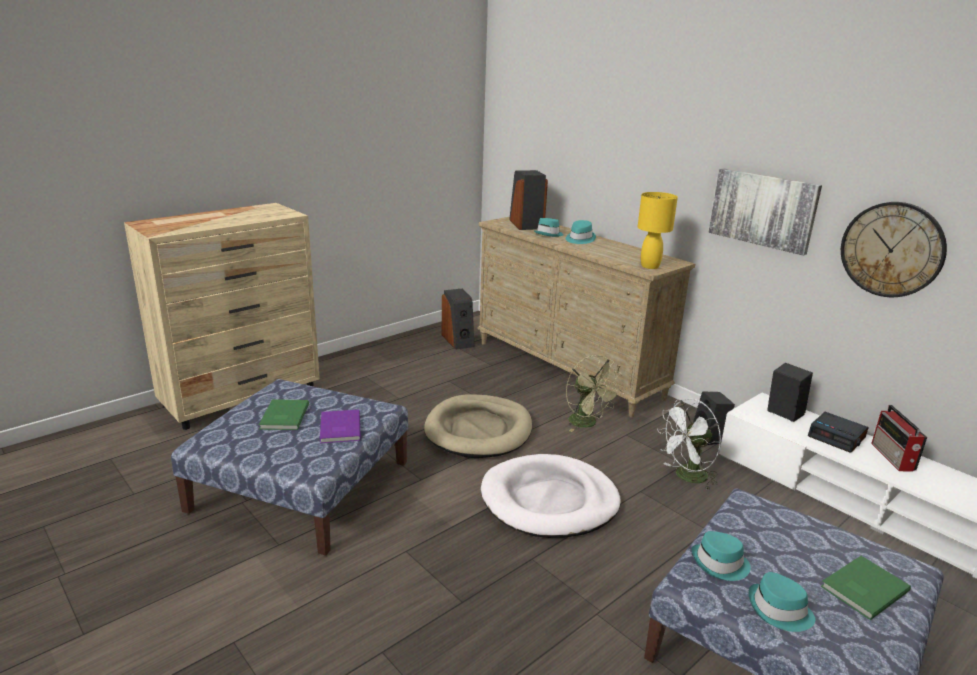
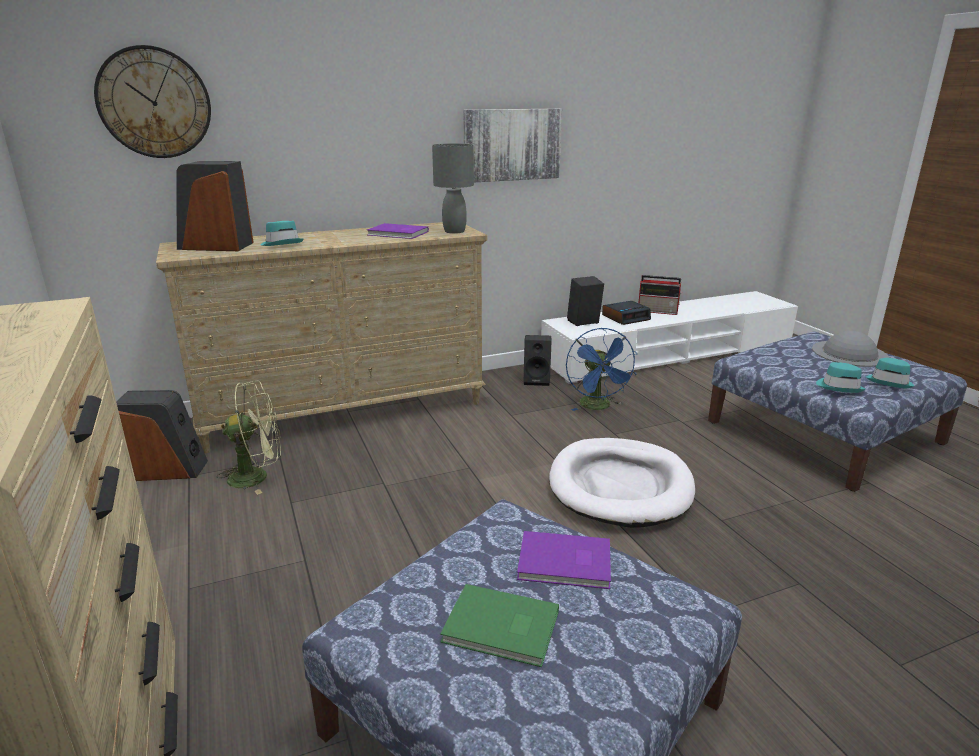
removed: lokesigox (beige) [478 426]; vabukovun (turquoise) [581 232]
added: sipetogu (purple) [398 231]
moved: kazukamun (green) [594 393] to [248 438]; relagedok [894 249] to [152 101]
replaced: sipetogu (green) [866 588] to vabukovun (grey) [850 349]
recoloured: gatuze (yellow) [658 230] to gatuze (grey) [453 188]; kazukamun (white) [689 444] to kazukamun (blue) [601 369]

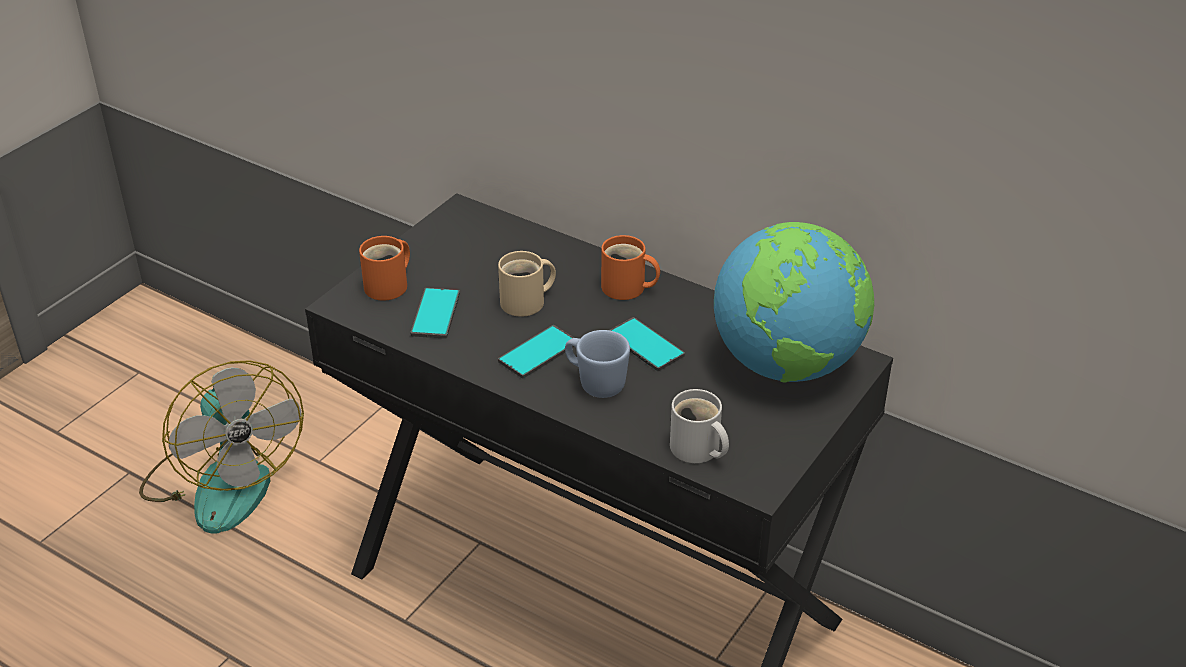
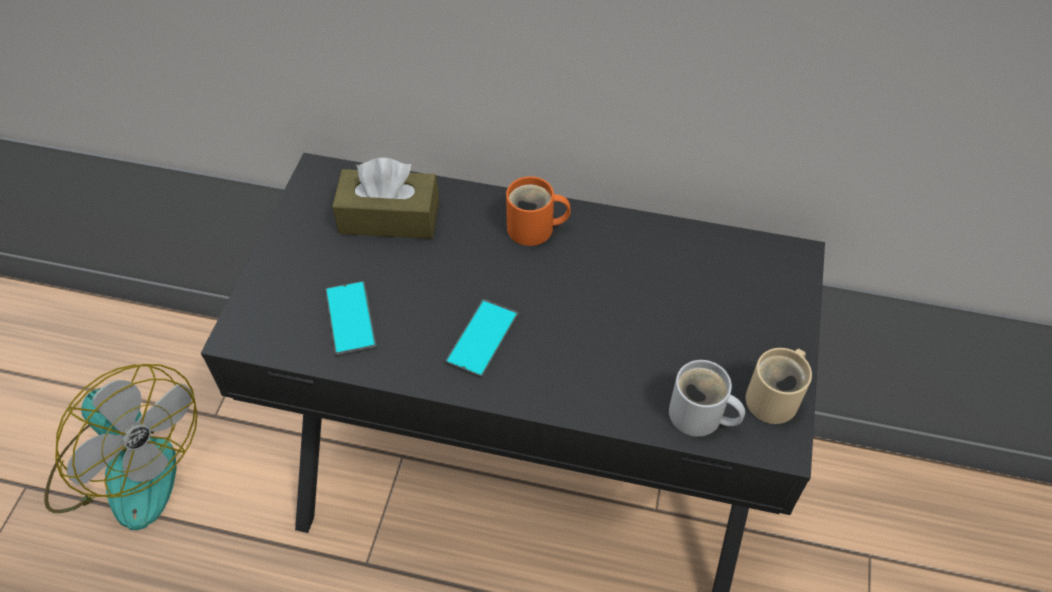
removed: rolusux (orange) [384 268]; rolusux (blue) [597 364]; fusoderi [647 344]; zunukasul [794 302]
added: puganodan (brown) [385 198]
moved: rolusux (beige) [527 284] to [779 386]

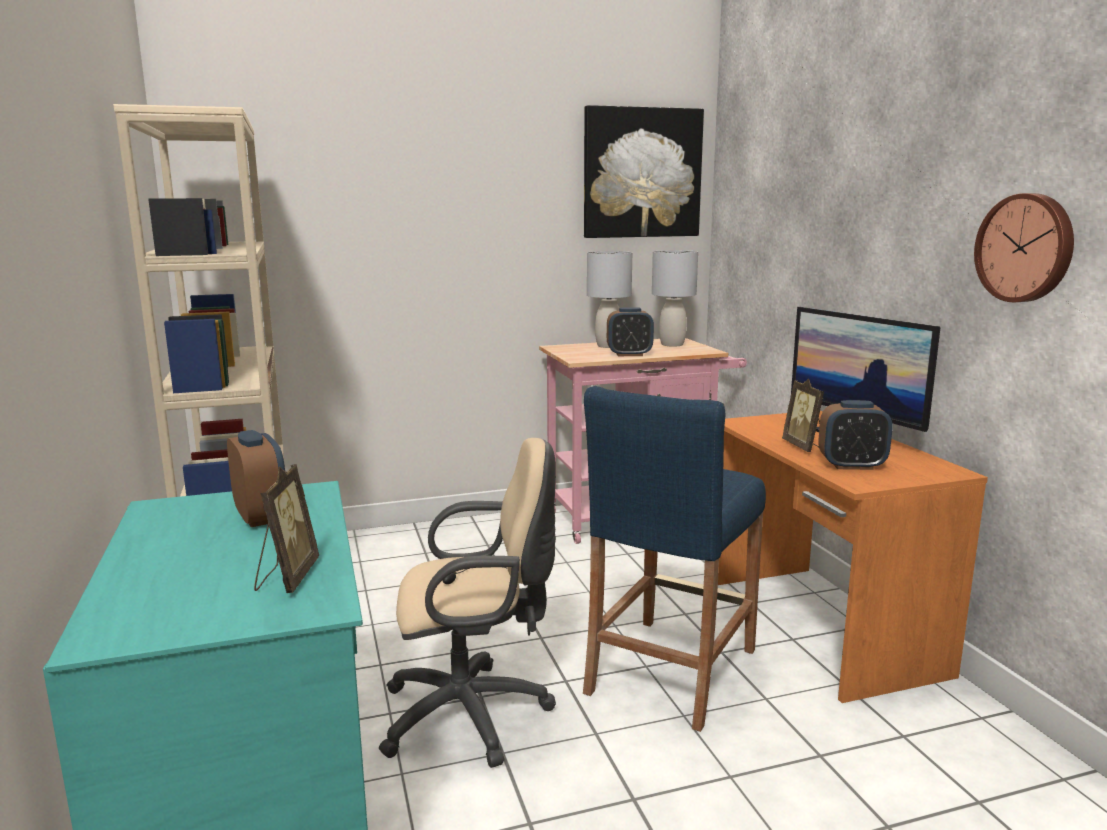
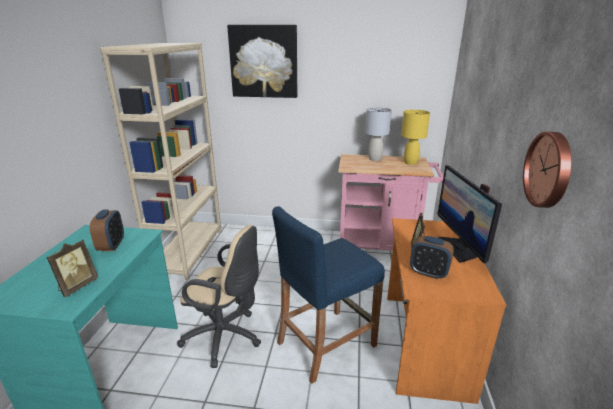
removed: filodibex [630 331]
moved: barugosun [644 171] to [262 61]
recoloured: gatuze (grey) [675 298] to gatuze (yellow) [415 137]

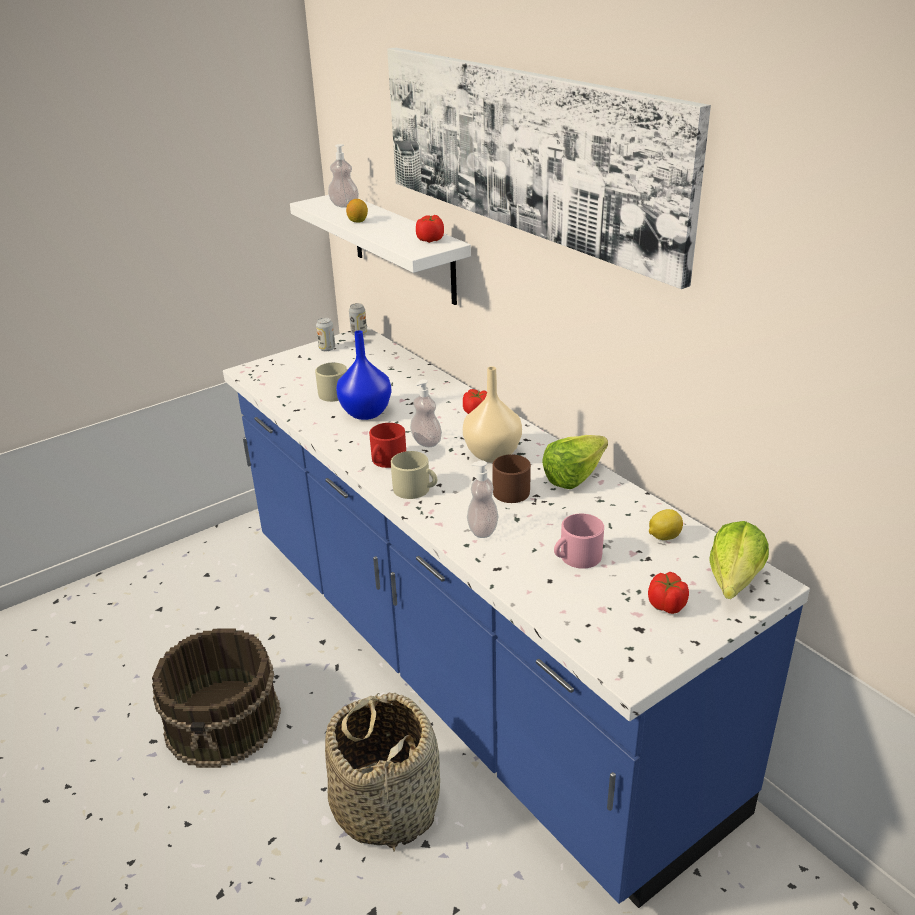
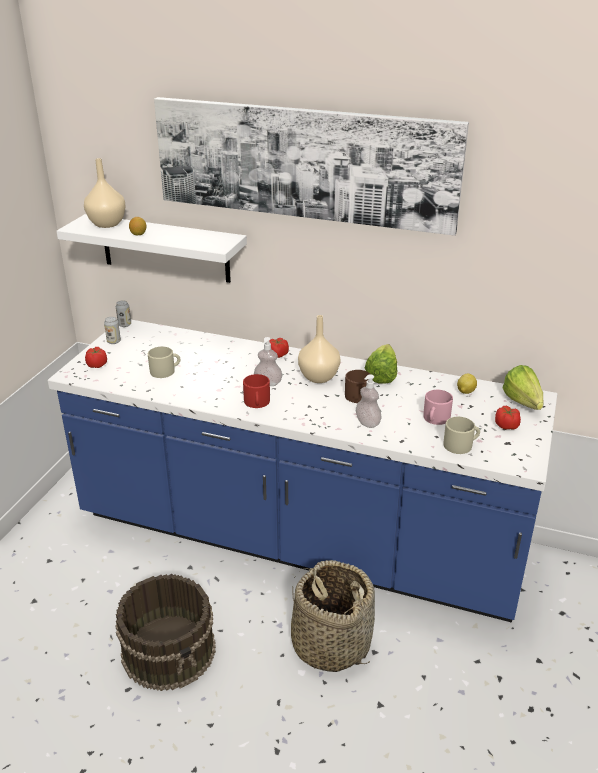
removed: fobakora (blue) [364 375]
moved: rolusux (beige) [414 475] to [462 435]; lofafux [430 229] to [96 357]
replaced: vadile [343 176] to fobakora (beige) [105 193]

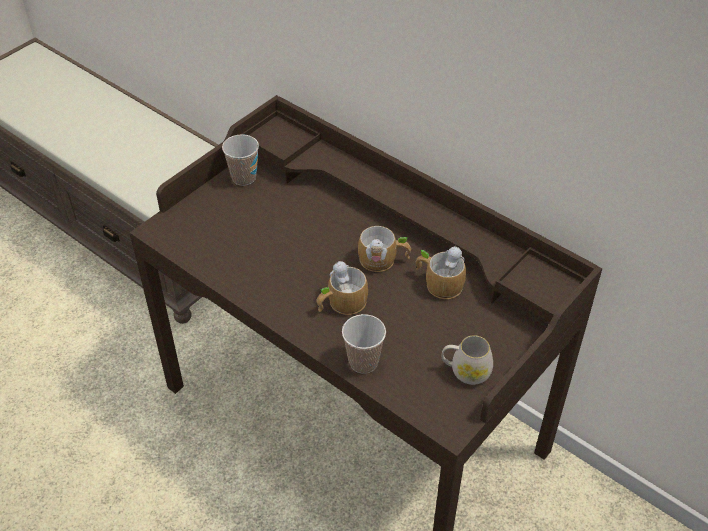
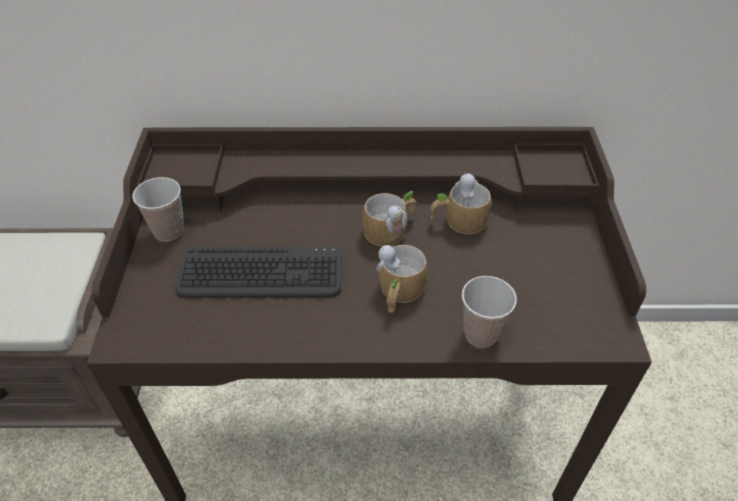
removed: rolusux (white) [467 360]
added: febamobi [259 272]

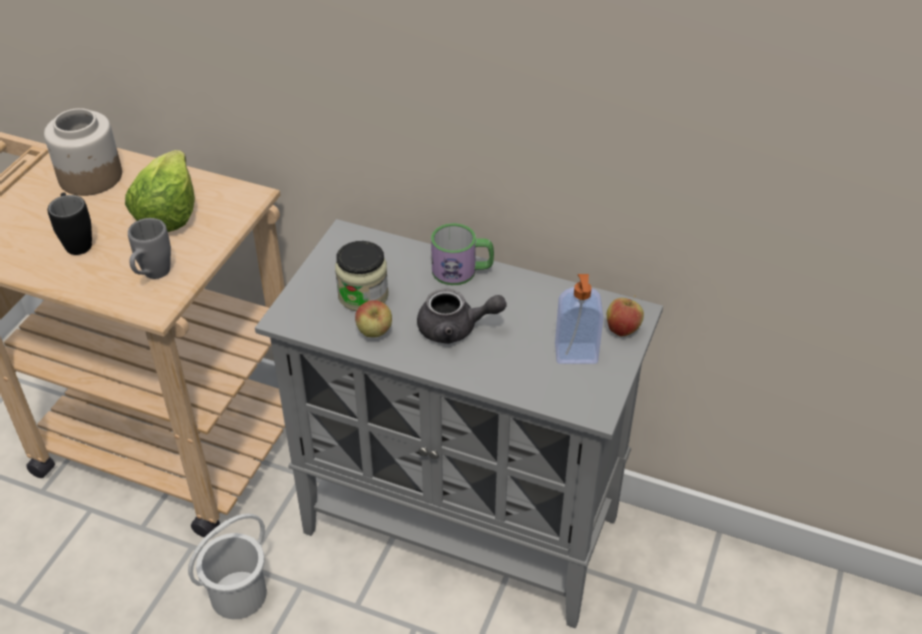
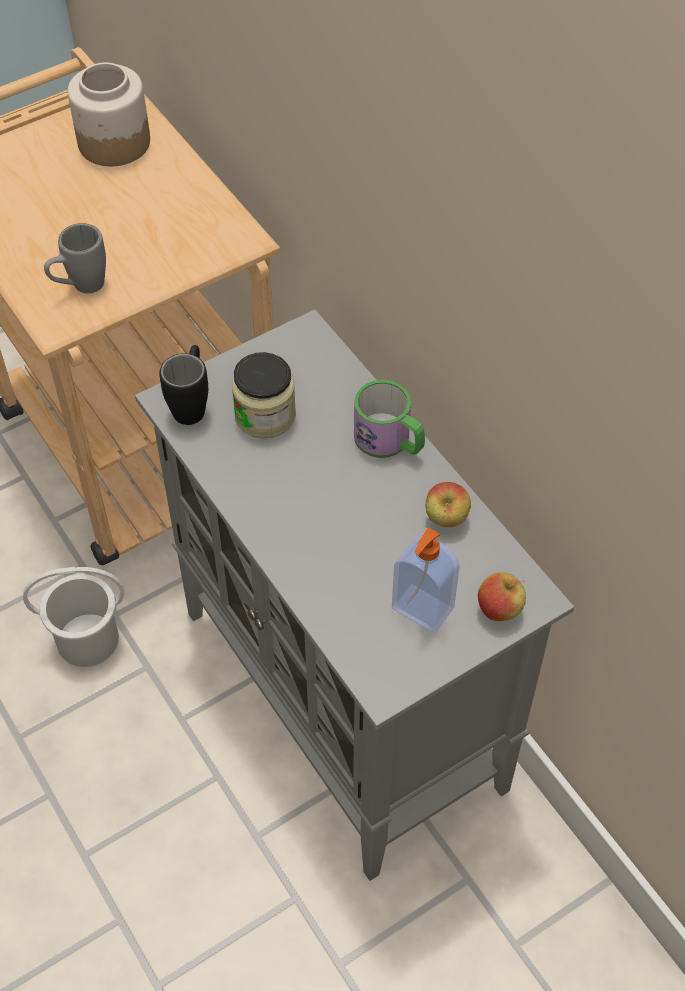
removed: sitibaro [160 191]; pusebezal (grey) [461 316]
moved: rolusux (black) [70 224] to [183 385]; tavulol [373 318] to [448 504]

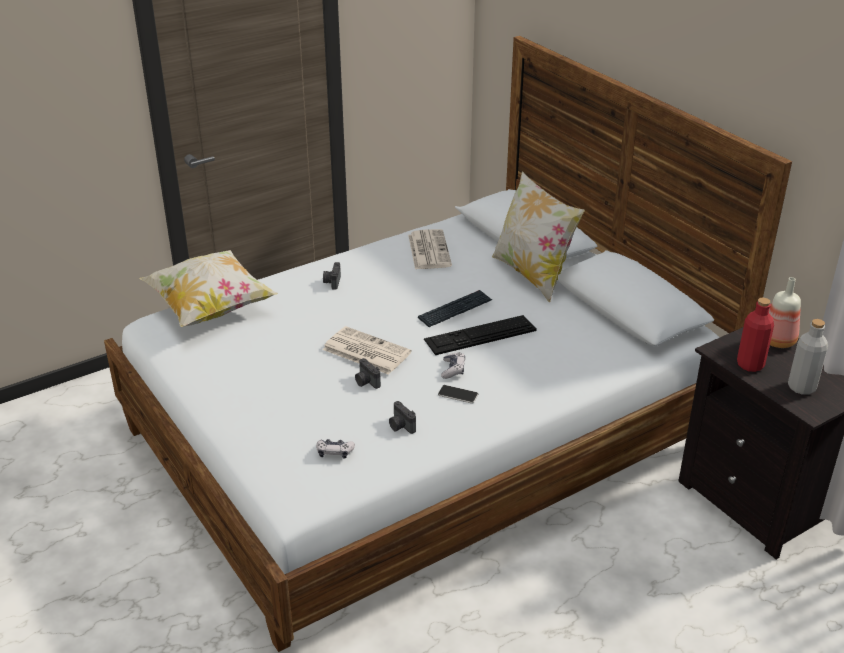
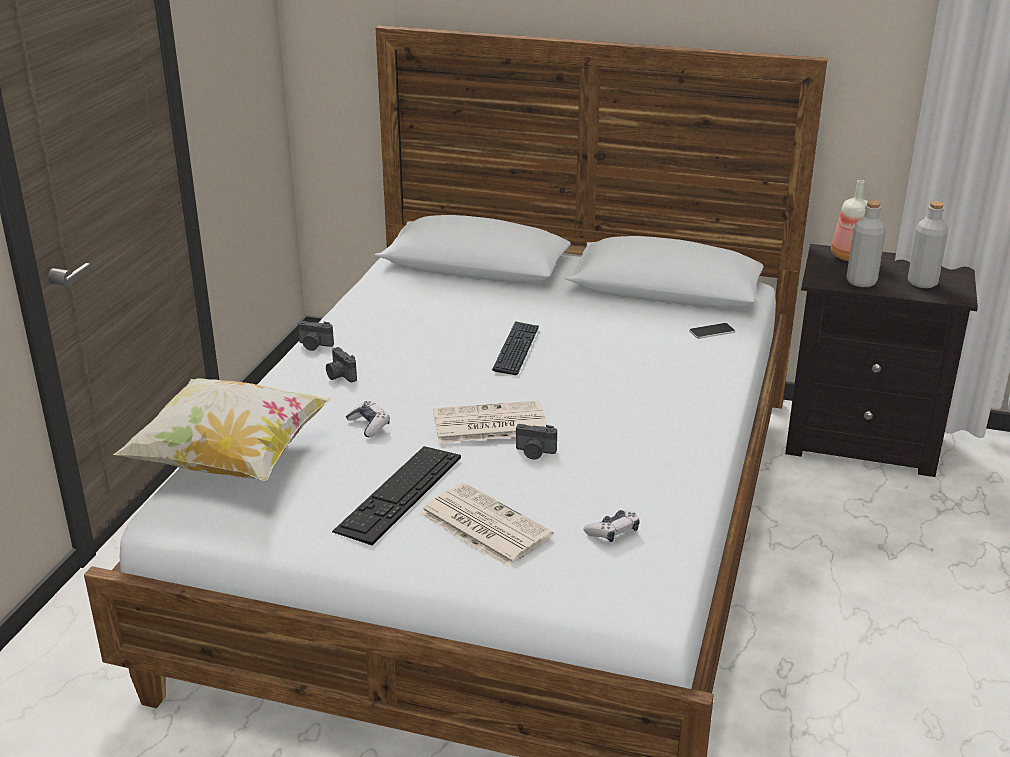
removed: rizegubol [538 236]
moved: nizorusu [402 417] to [316 336]; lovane [430 249] to [486 525]; febamobi [480 335] to [396 495]; fusoderi [458 394] to [712 331]; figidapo [453 365] to [368 419]
recoloured: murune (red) [755 335] to murune (grey) [866 243]

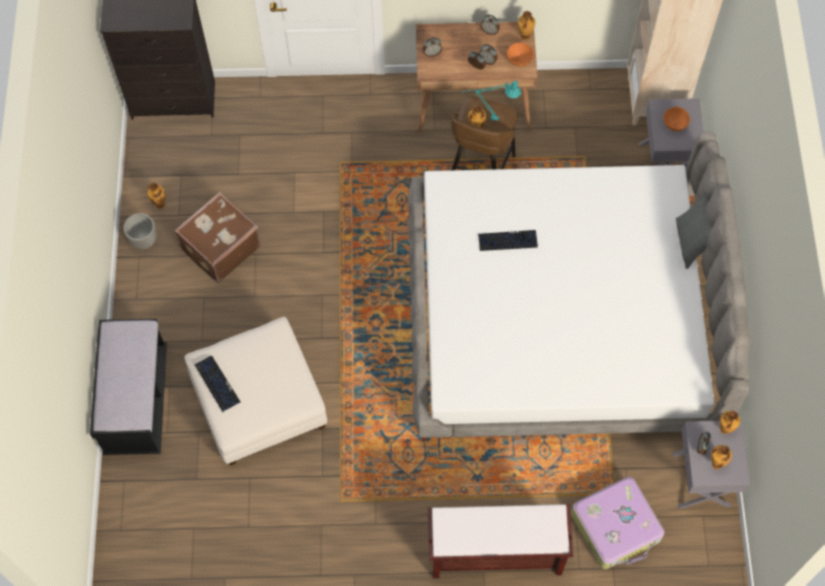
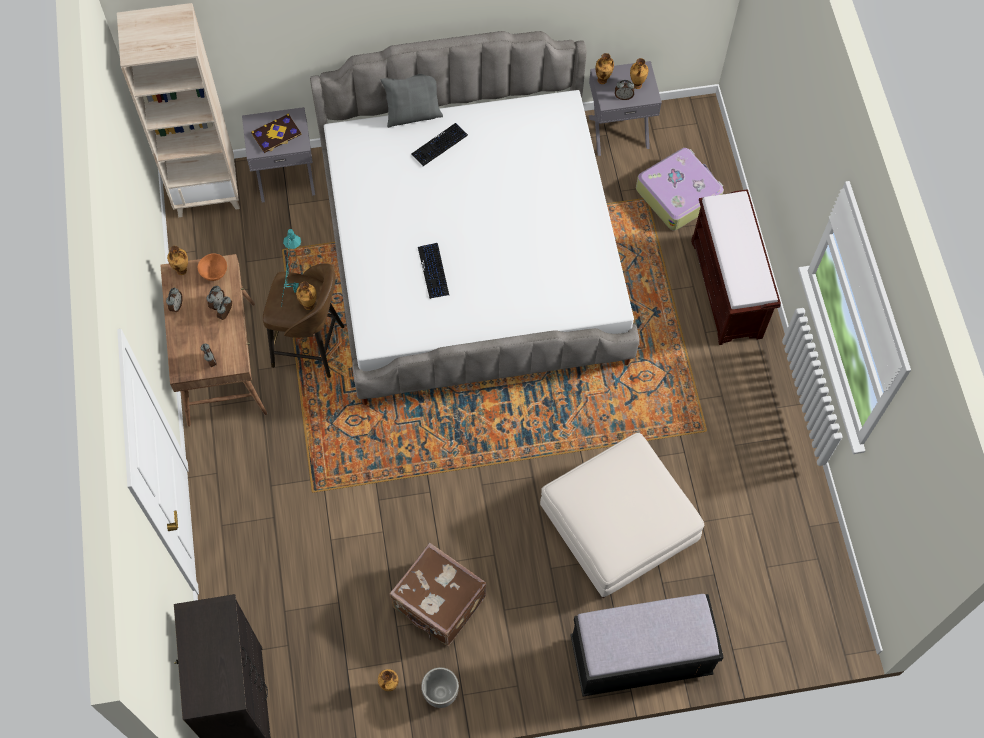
moved: febamobi [217 384] to [439 144]
replaced: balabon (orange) [676 119] to sipetogu [276 133]

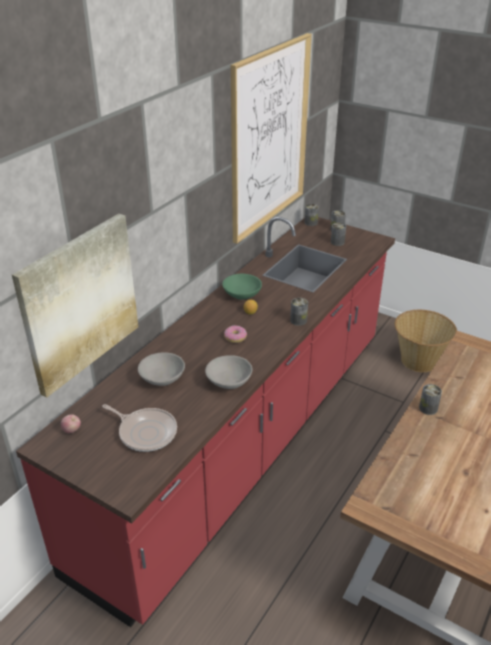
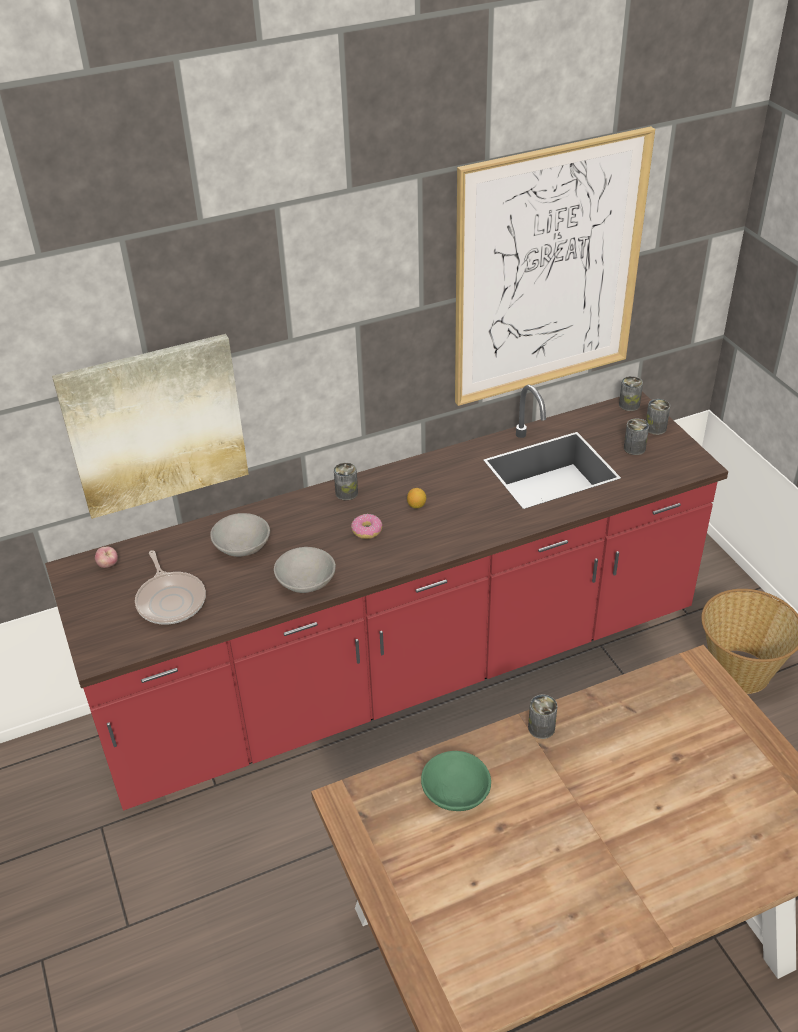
moved: balabon (green) [242 287] to [456 781]; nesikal [299 312] to [346 481]

